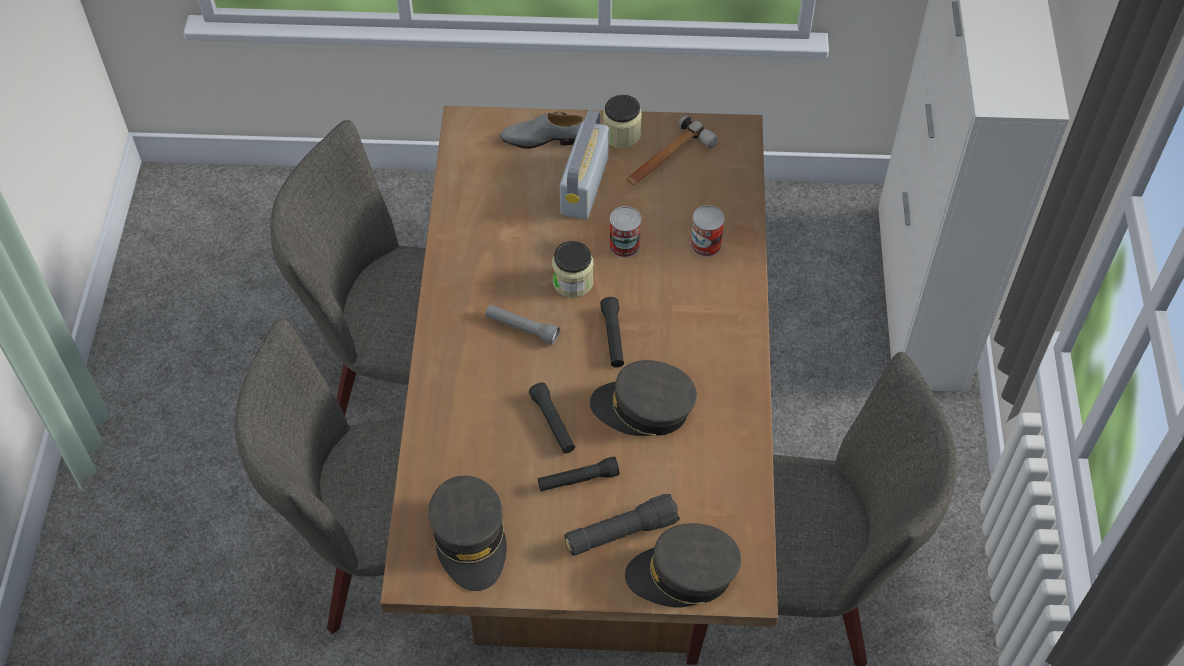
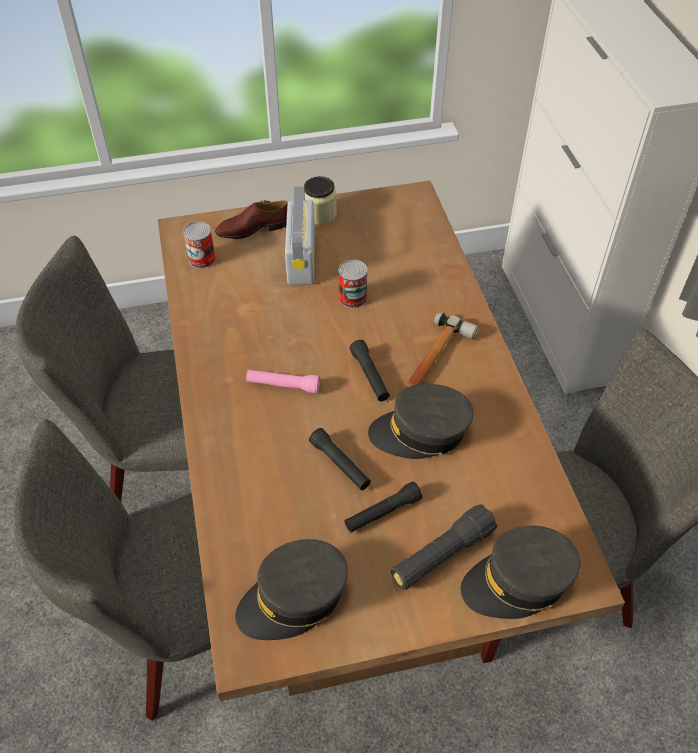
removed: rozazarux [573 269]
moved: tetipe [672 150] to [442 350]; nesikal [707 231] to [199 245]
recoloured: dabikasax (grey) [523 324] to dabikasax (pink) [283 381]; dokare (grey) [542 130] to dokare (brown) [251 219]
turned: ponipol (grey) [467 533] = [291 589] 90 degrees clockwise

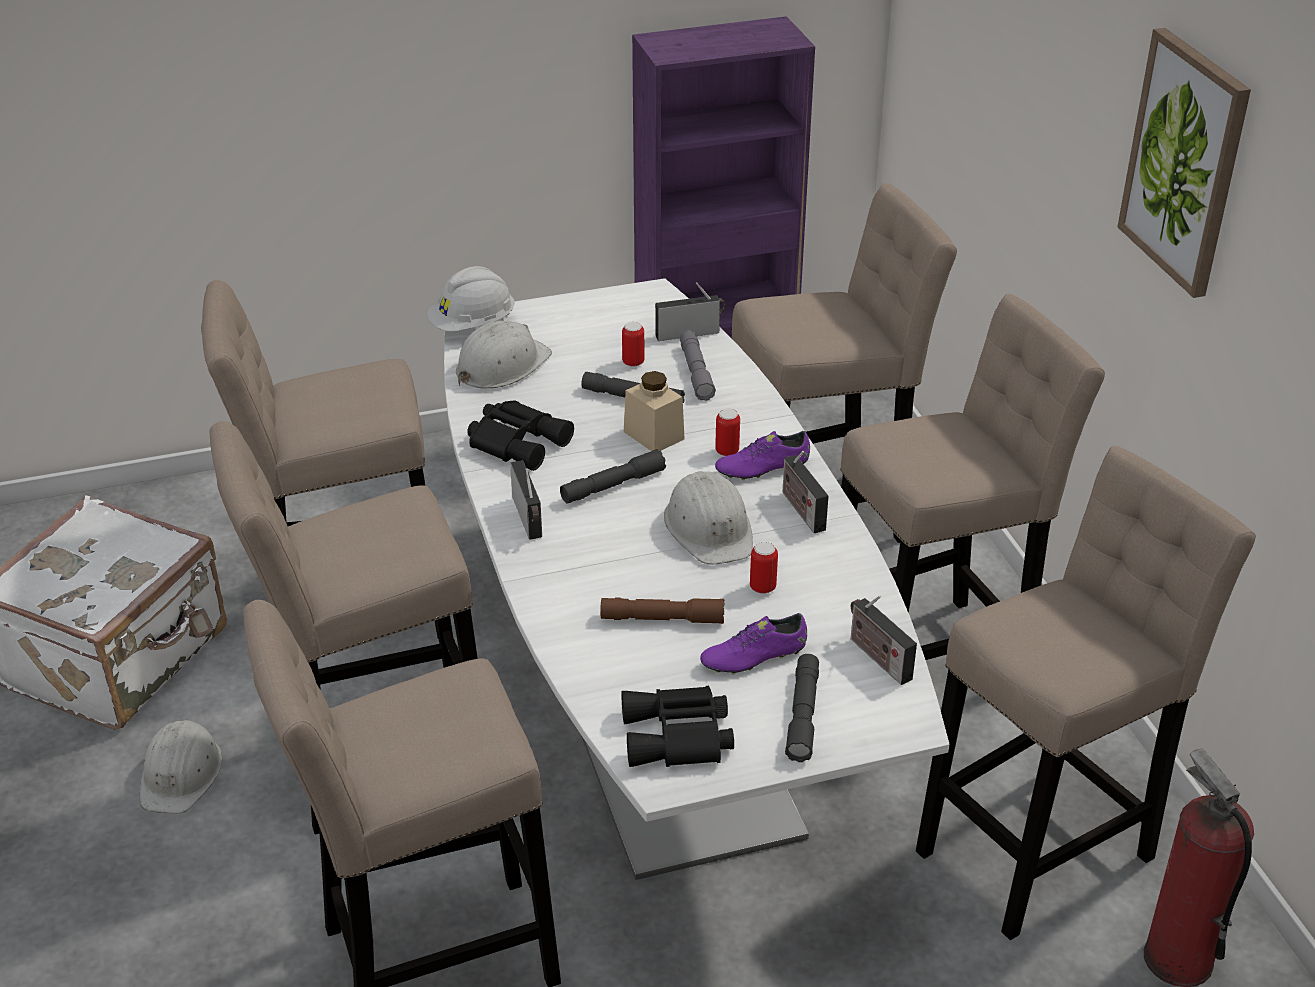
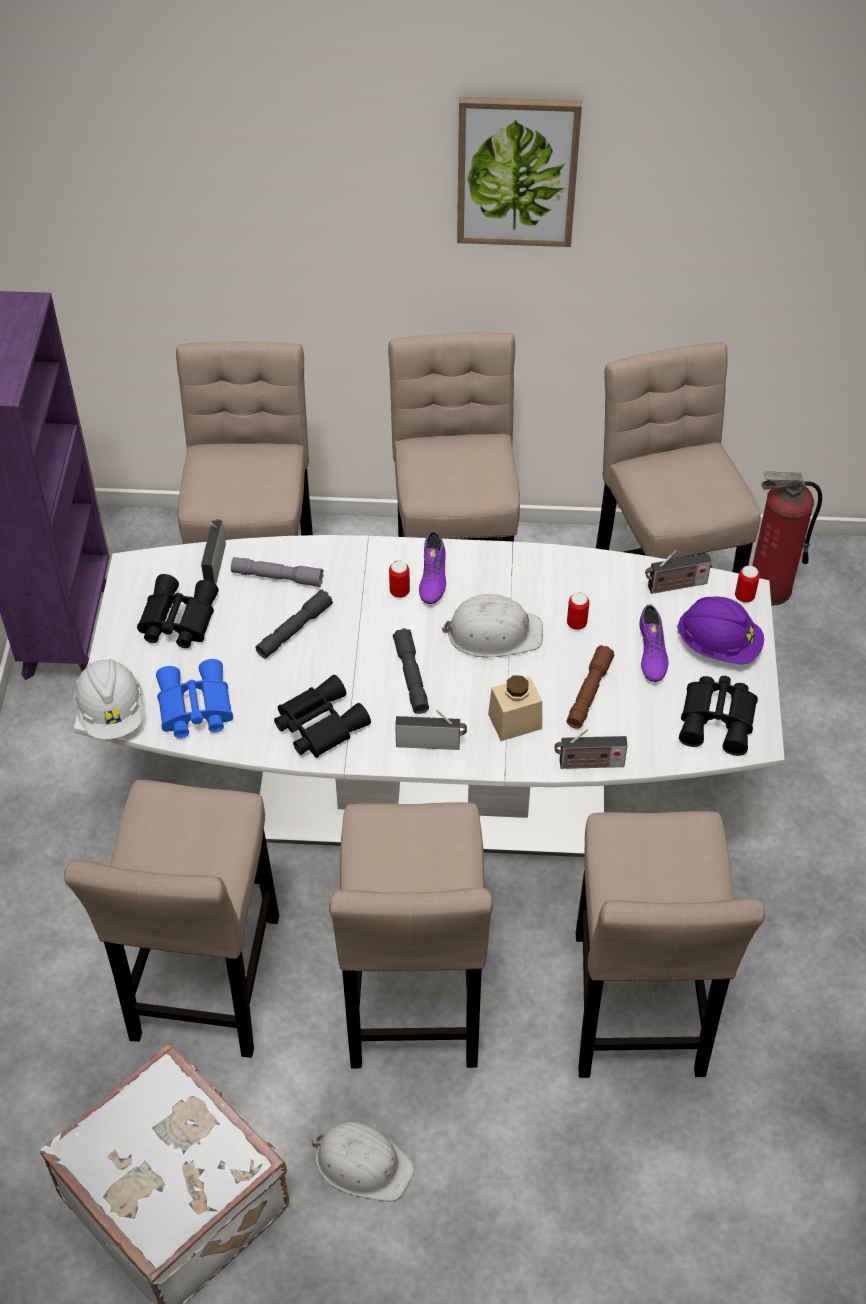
added: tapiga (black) [178 611]
moved: nesikal [633 344] to [747 584]; rozazarux (beige) [654 411] to [515 708]; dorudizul [805 492] to [590 749]
replaced: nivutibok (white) [504 354] to tapiga (blue) [194 698]; dabikasax (grey) [802 708] to nivutibok (purple) [720 630]

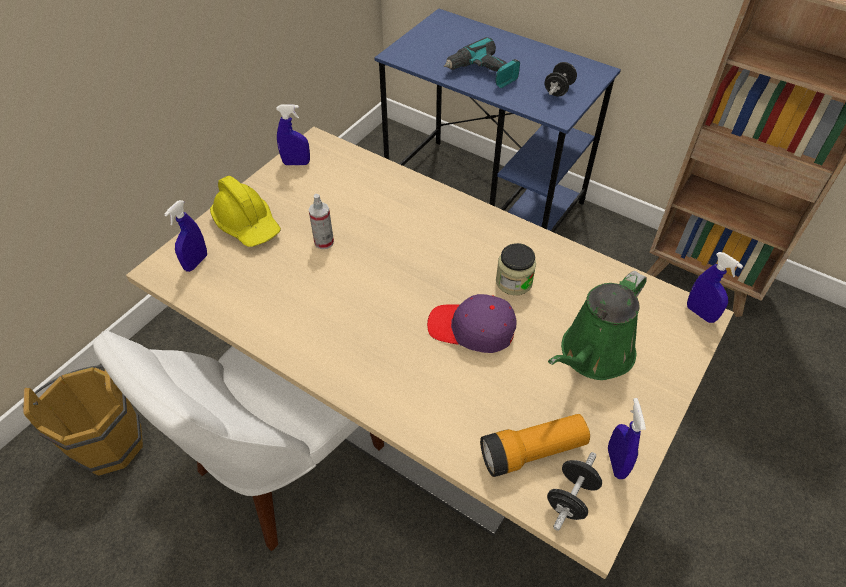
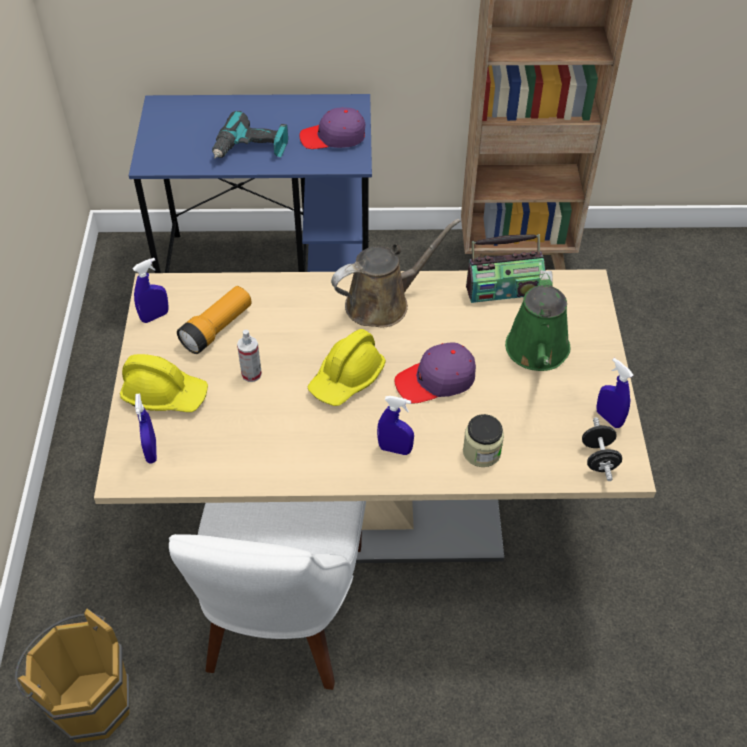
added: nivutibok (yellow) [346 367]; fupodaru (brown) [396 273]; dorudizul [506 268]
moved: dabikasax [535 445] to [214 320]; rozazarux [516 269] to [483 440]; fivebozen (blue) [715 287] to [395 425]
replaced: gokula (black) [561 79] to ponipol (purple) [333 128]

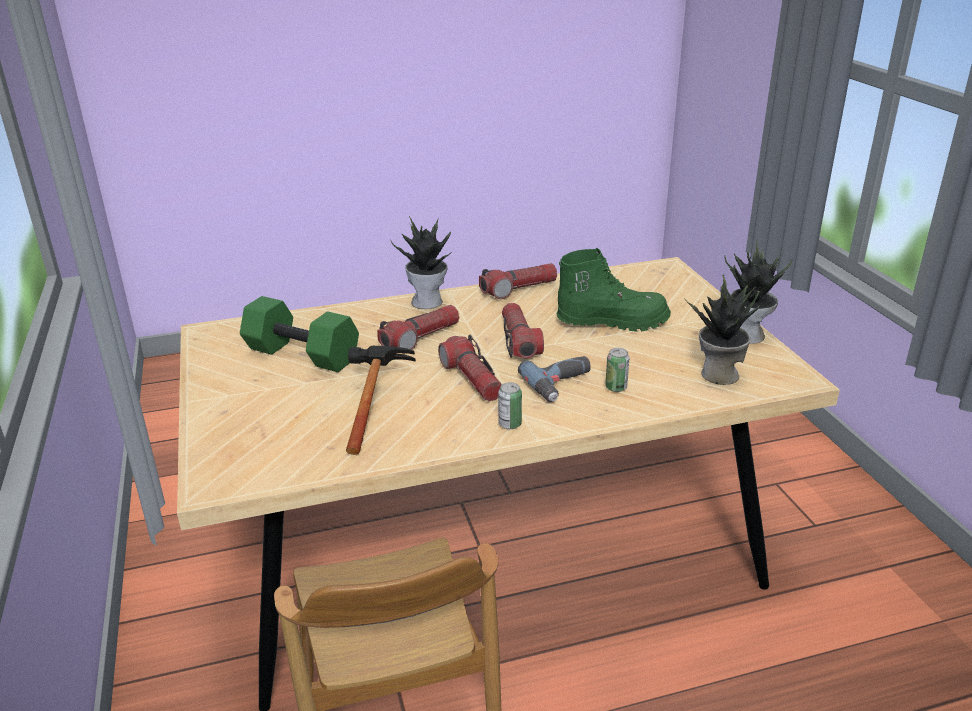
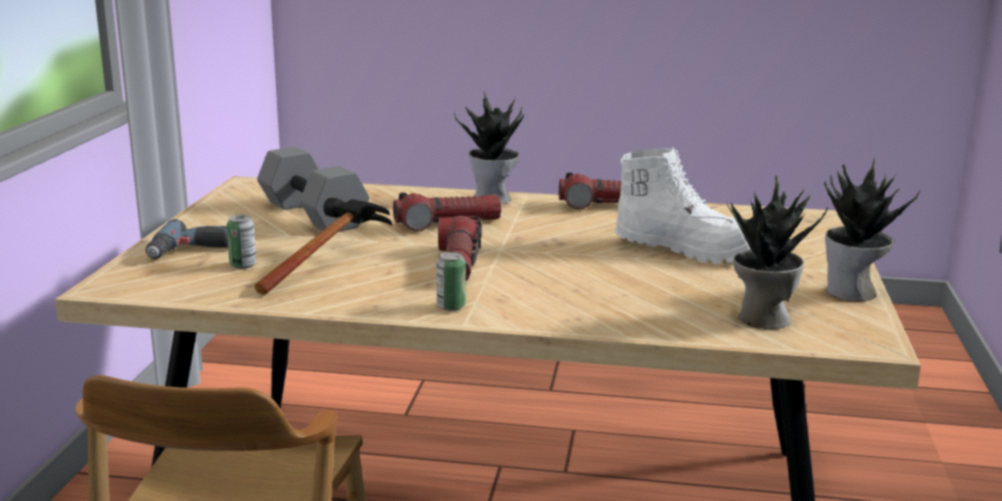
removed: dabikasax [523 330]
moved: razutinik [554 379] to [187 239]; nesikal [617 370] to [242 242]
recoloured: gokula (green) [299 334] to gokula (grey) [313 189]; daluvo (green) [614 290] to daluvo (white) [682 205]

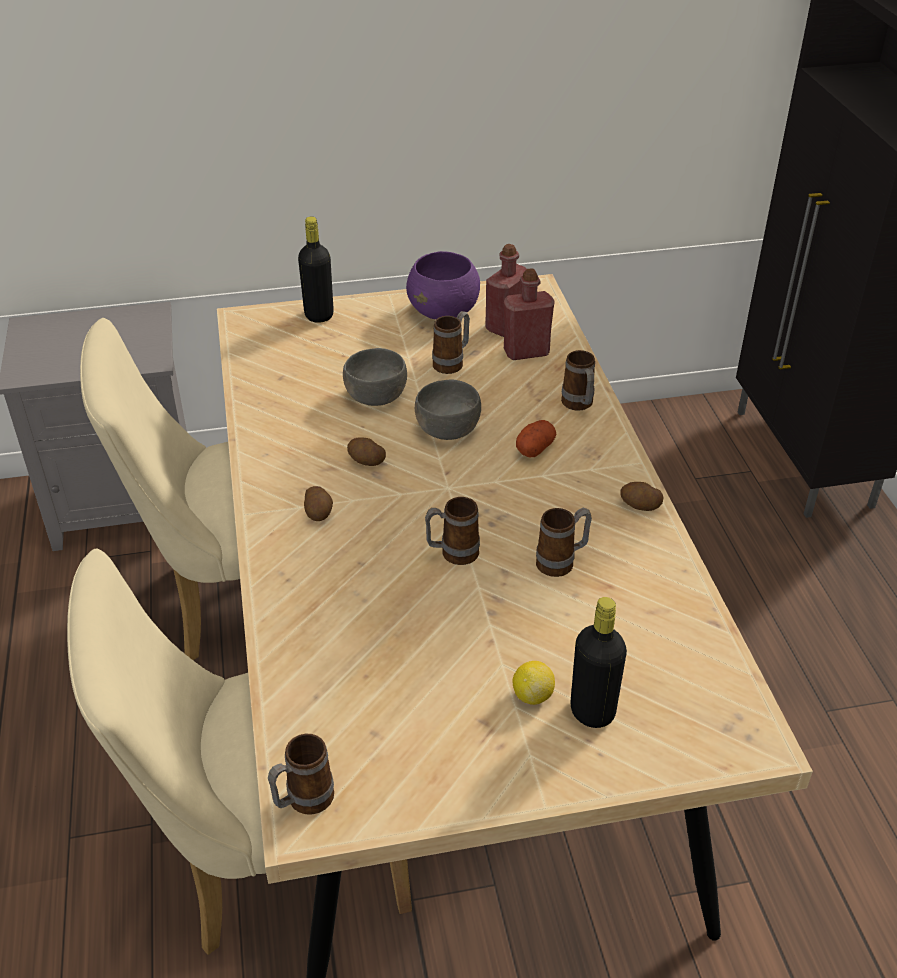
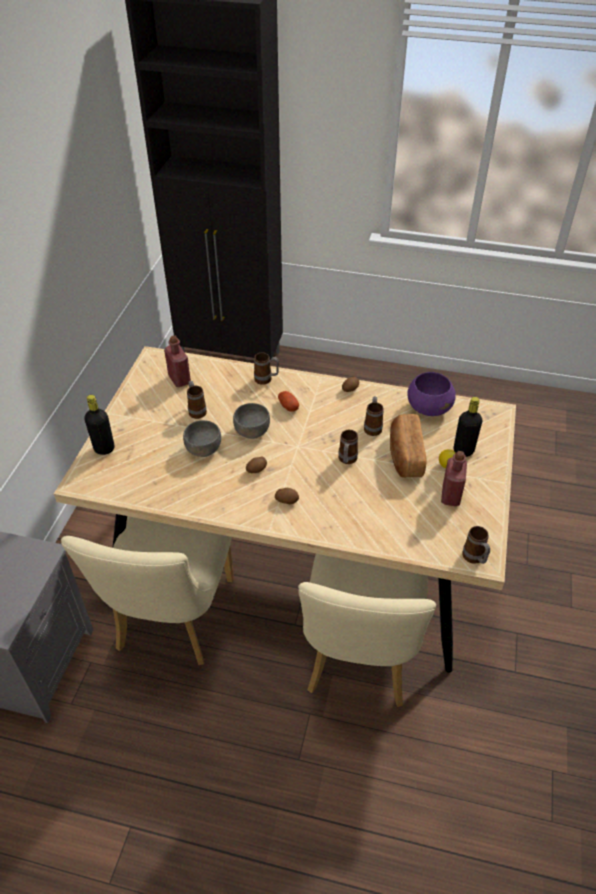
added: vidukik [408 446]
moved: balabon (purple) [443 285] to [431 394]; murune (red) [529 314] to [454 478]

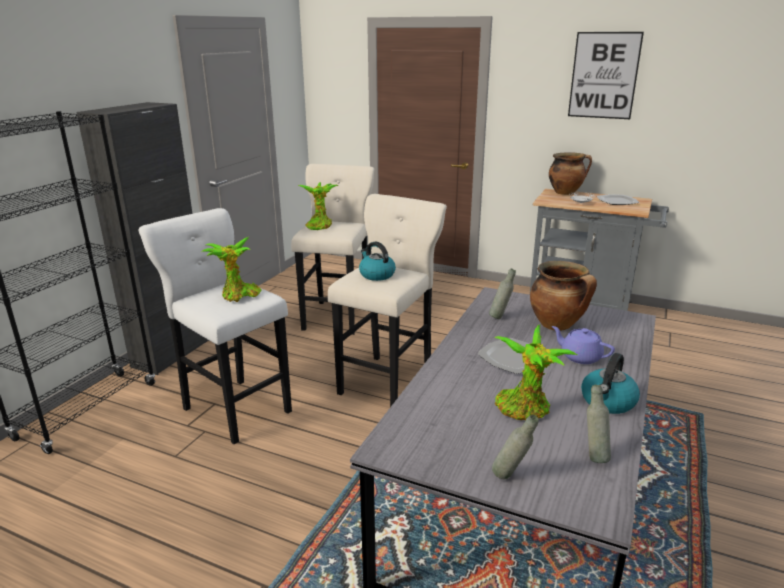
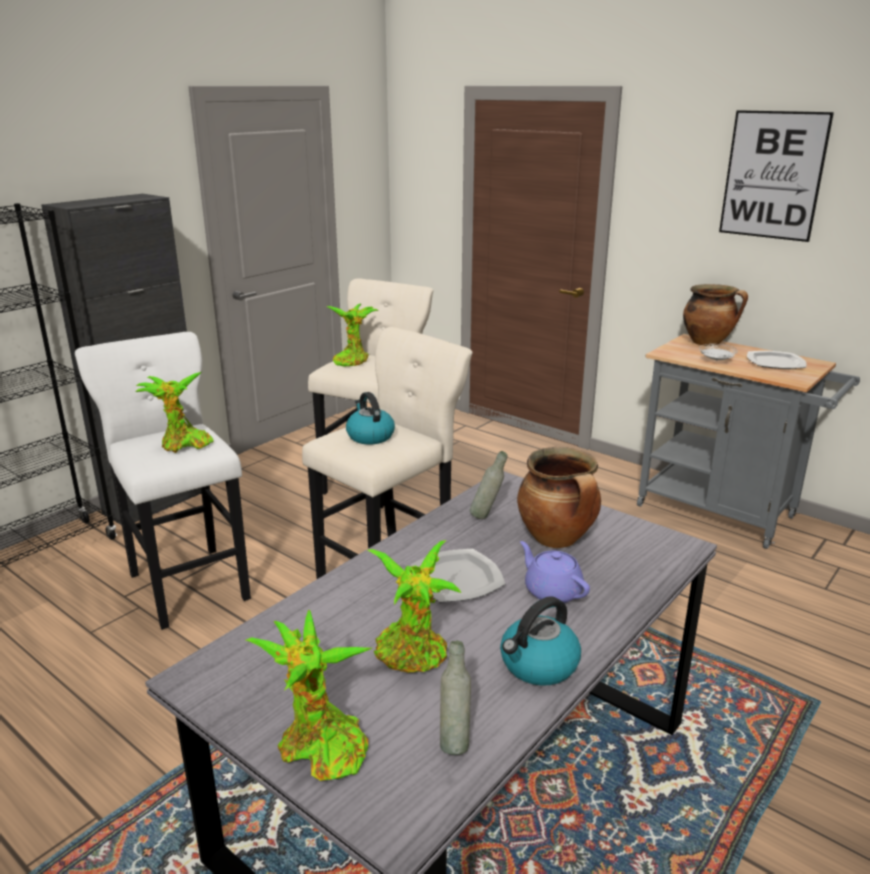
replaced: murune (grey) [515 447] to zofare [309 695]

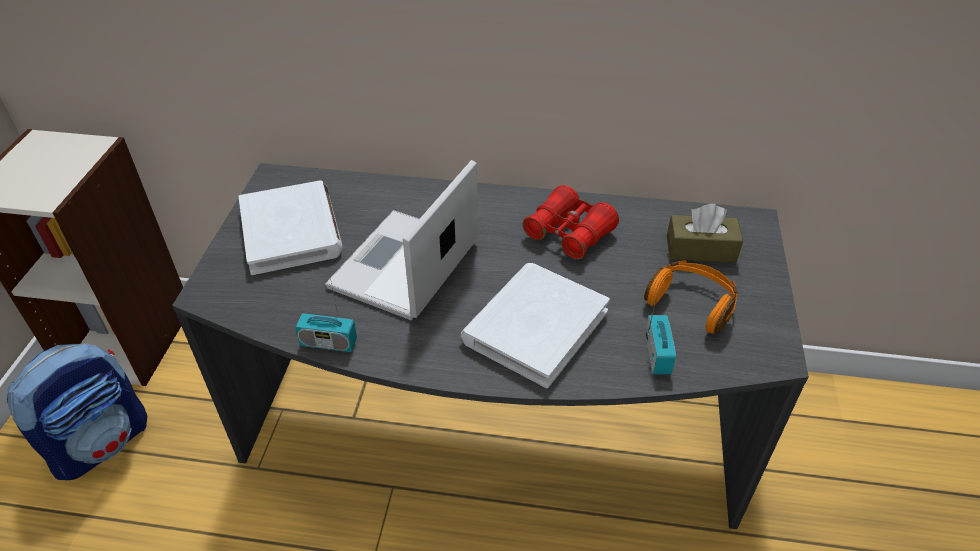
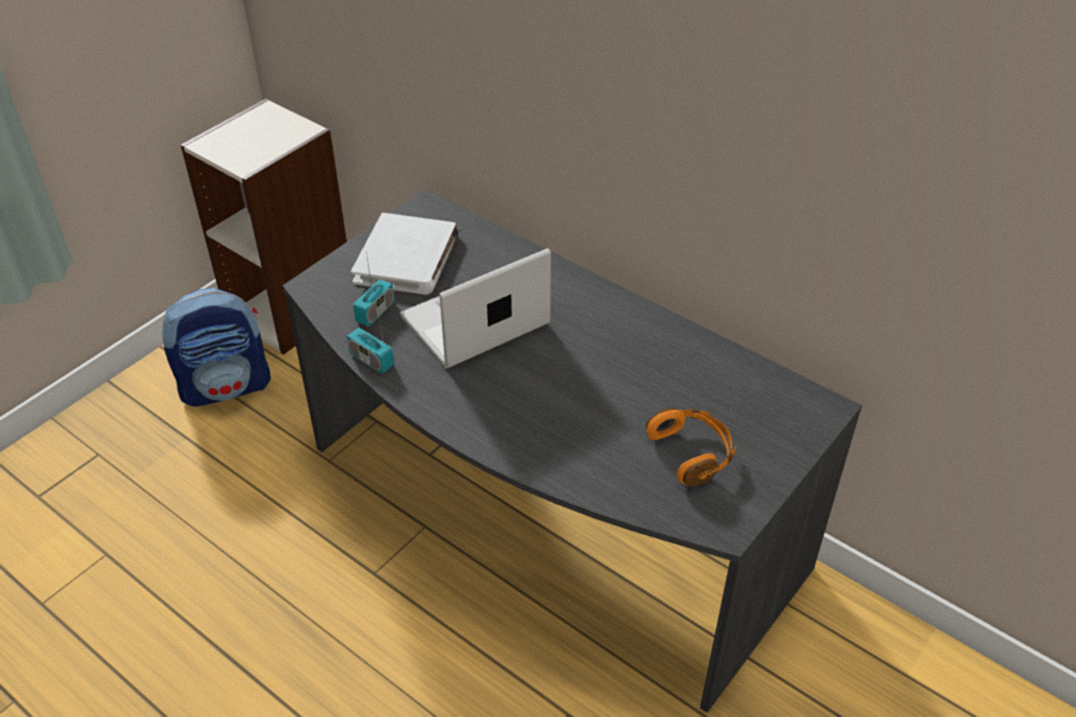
removed: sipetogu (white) [535 325]; tapiga (red) [571 222]; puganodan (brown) [705 233]
moved: dorudizul [660 332] to [374 289]

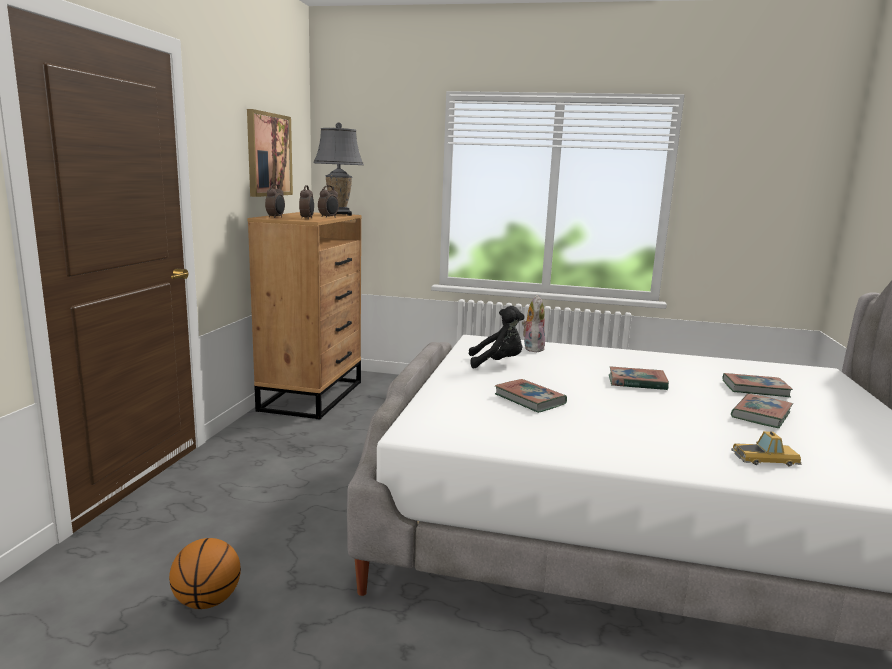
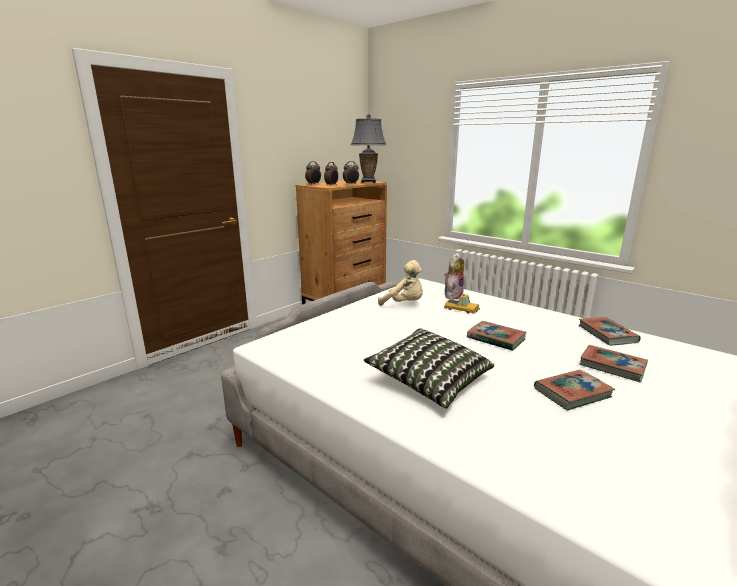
removed: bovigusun [205 573]; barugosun [270 153]
added: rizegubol [429 368]
moved: sipetogu [531 396] to [609 331]; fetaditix [766 449] to [462 304]
recoloured: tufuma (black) [497 337] to tufuma (beige) [400 283]

